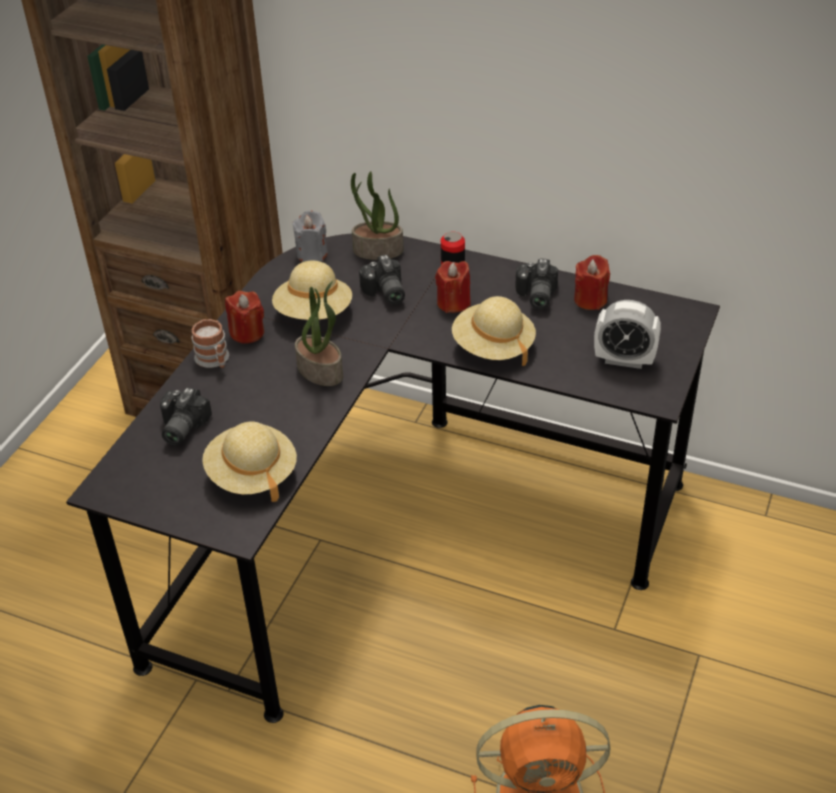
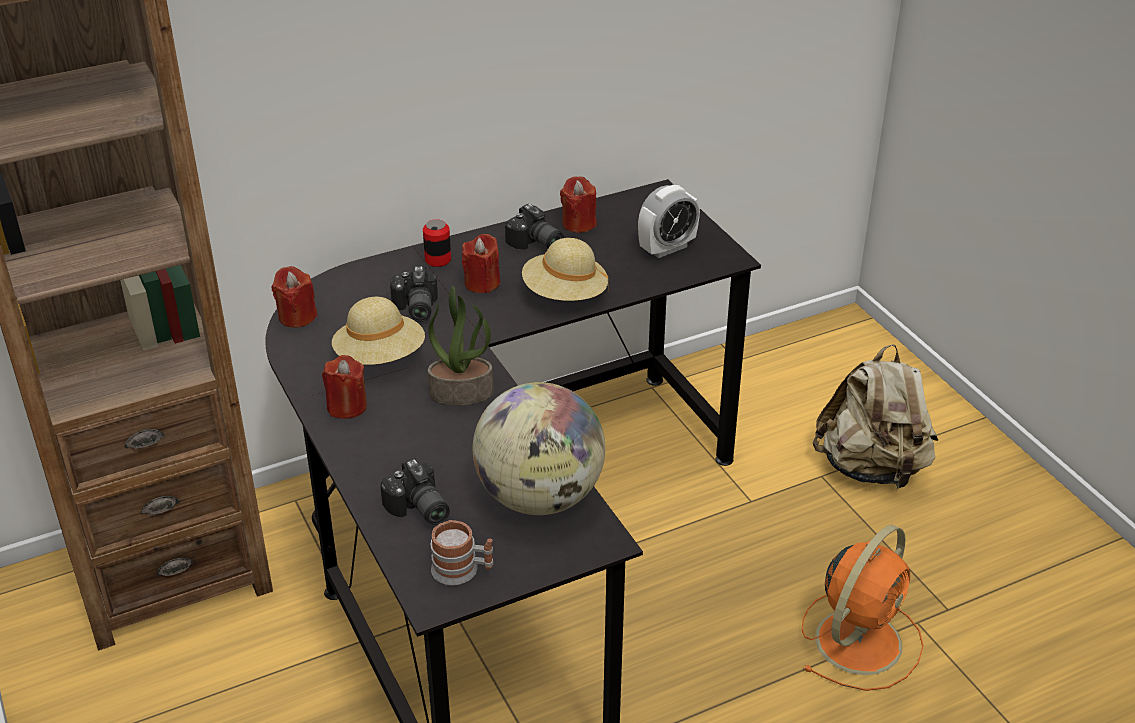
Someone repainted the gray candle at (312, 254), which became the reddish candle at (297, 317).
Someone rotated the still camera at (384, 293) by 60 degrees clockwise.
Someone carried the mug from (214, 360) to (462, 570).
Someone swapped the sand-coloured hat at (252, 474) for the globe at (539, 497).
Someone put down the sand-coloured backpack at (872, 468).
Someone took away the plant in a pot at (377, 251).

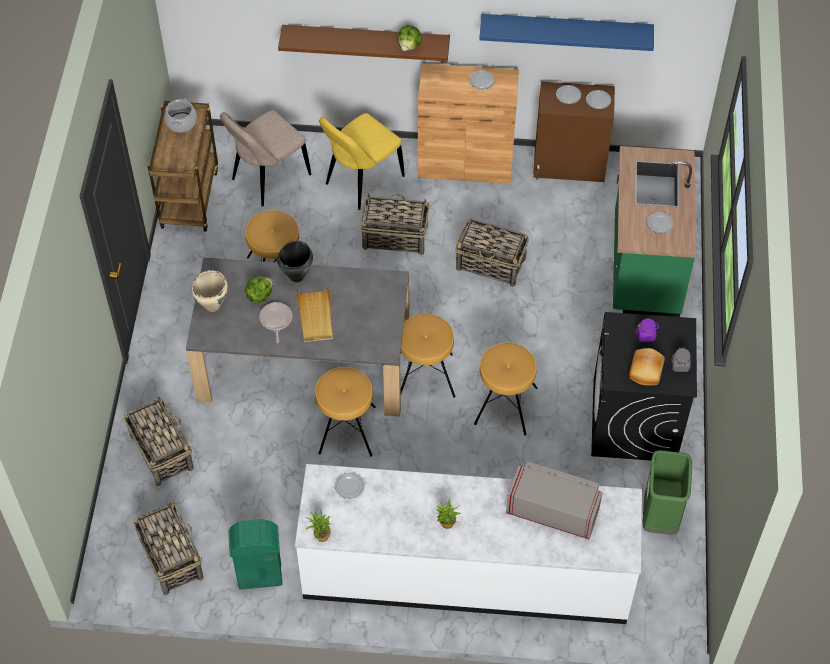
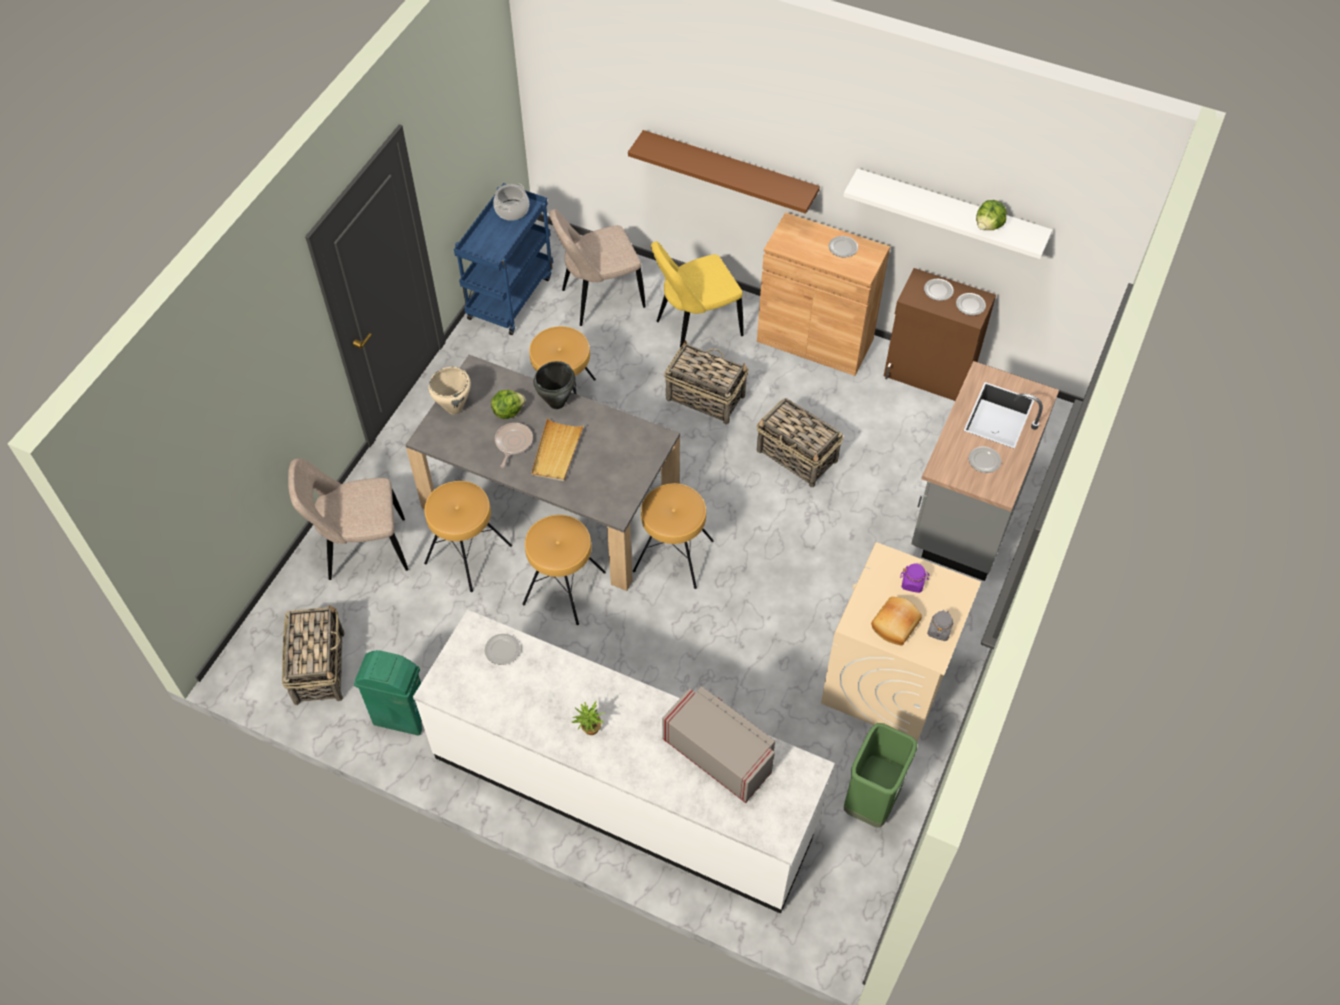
Someone swapped the basket at (161, 452) for the sand-coloured upright chair at (362, 550).
Someone carried the brown sitting stool from (505, 405) to (467, 554).
Someone repainted the brown wheeled cart at (189, 197), which became the blue wheeled cart at (510, 296).
Someone repainted the blackish laundry machine at (634, 421), which became the sand-coloured laundry machine at (887, 680).
Someone repainted the blue shelf at (566, 29), which became the whitish shelf at (950, 211).
Someone repainted the greenish counter at (643, 267), which became the gray counter at (967, 509).
Someone carried the head of lettuce from (409, 46) to (988, 226).
Someone took away the plant in a pot at (320, 535).

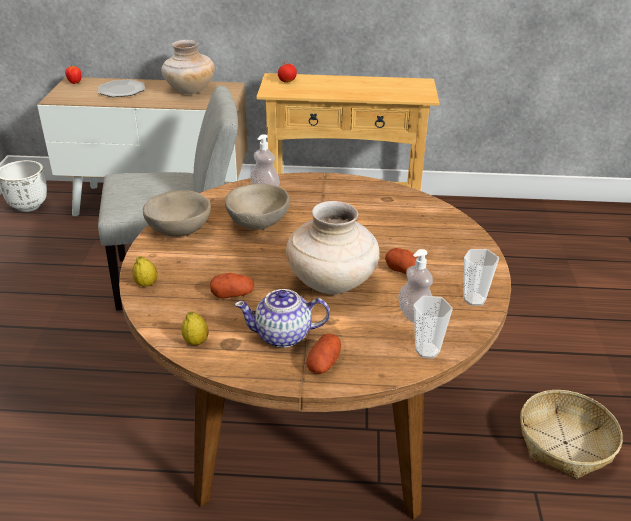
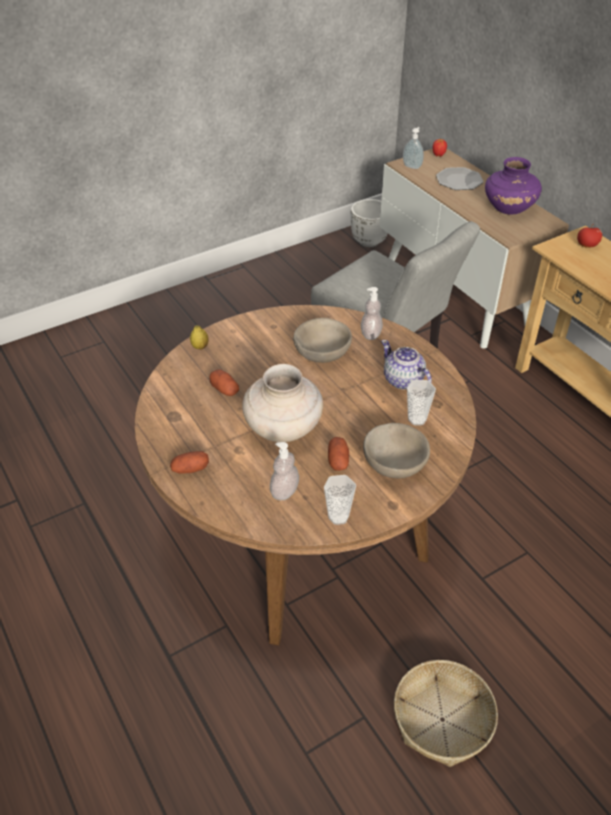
Someone carried the sand-coloured serving bowl from (180, 230) to (395, 465).
Someone carried the tea pot from (283, 335) to (403, 380).
Someone put down the liquid soap bottle at (412, 166).
Someone carried the small cup from (427, 350) to (417, 419).
Someone repainted the sand-coloured flower vase at (189, 90), which became the purple-coloured flower vase at (508, 209).
Someone took away the citrus fruit at (196, 341).

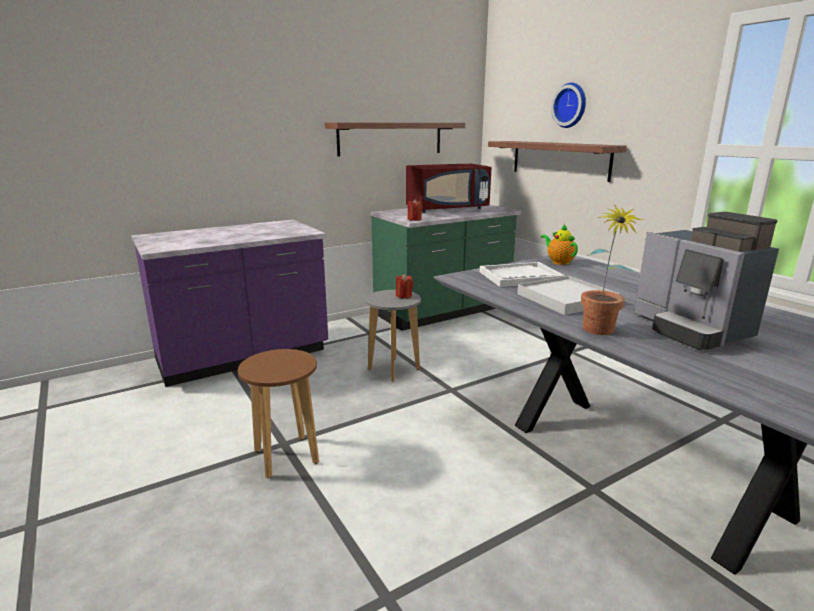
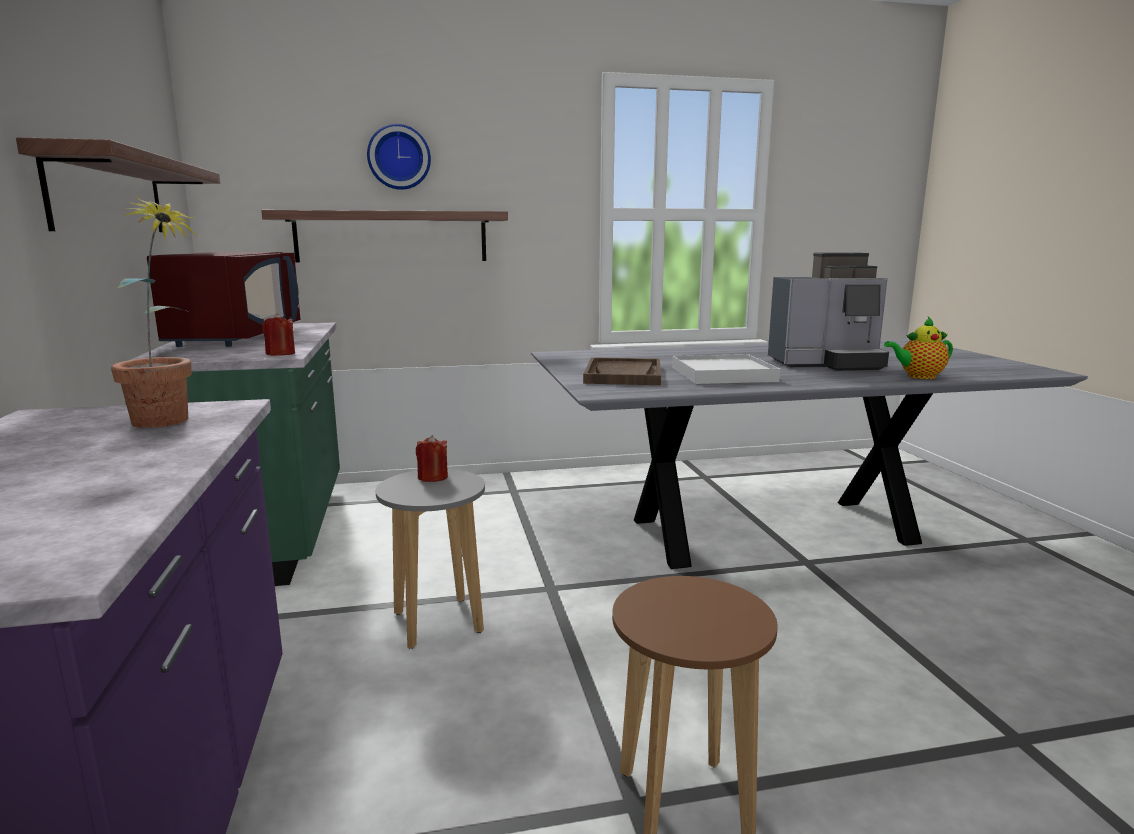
Someone carried the plant in a pot from (599, 333) to (169, 423).
Someone repainted the whitish serving tray at (520, 277), which became the brown serving tray at (623, 375).
Someone carried the tea pot from (558, 262) to (918, 376).

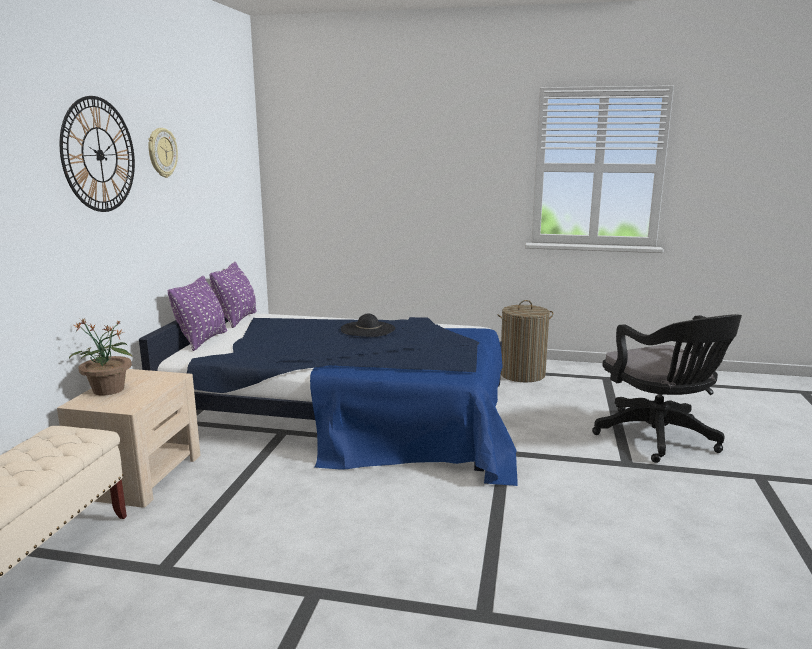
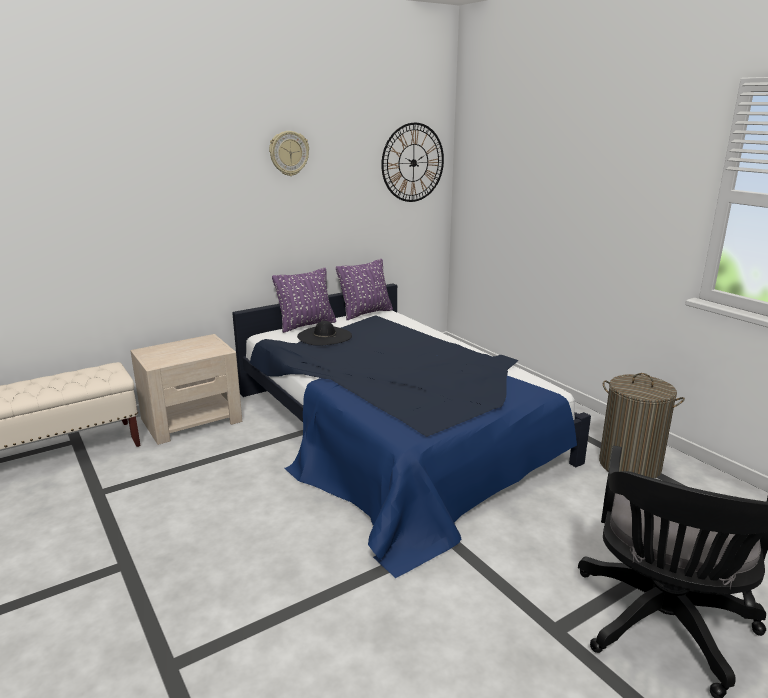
Someone carried the blackish hat from (367, 329) to (324, 336).
Someone carried the wall clock from (99, 155) to (413, 163).
Someone took away the plant in a pot at (108, 390).

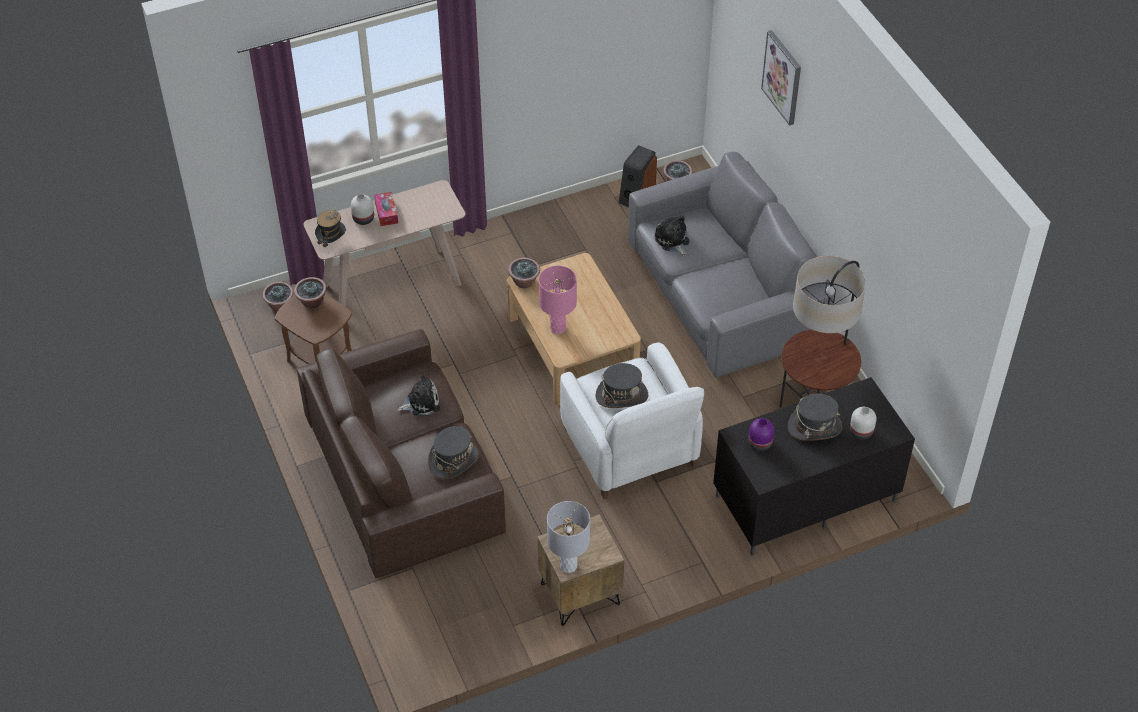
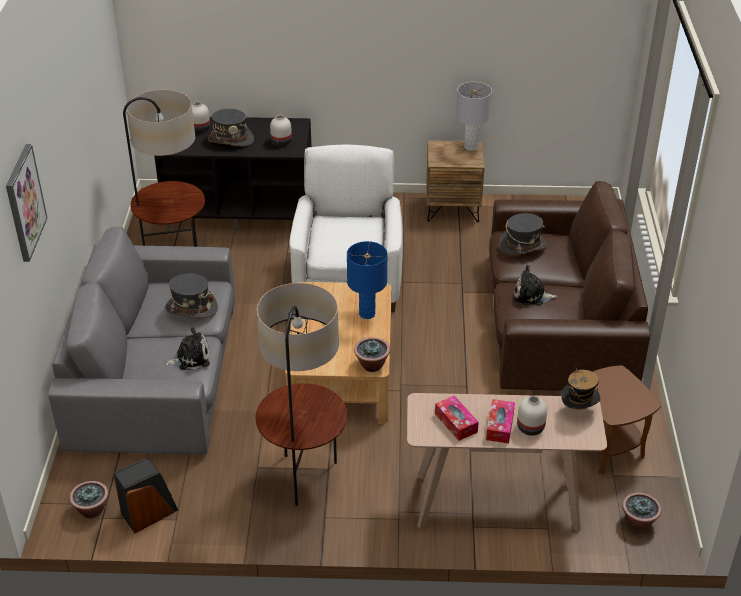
Someone rotated the soft toy at (672, 241) by 105 degrees counterclockwise.
Someone carried the gray hat from (621, 395) to (191, 308).
Someone put down the floor lamp at (304, 478).
Someone repainted the purple-coloured flower vase at (760, 443), which became the whitish flower vase at (281, 142).
Someone repainted the pink-coloured tabletop lamp at (558, 328), which became the blue tabletop lamp at (367, 313).
Someone put down the tissue box at (456, 423).
Someone took away the plant in a pot at (312, 302).

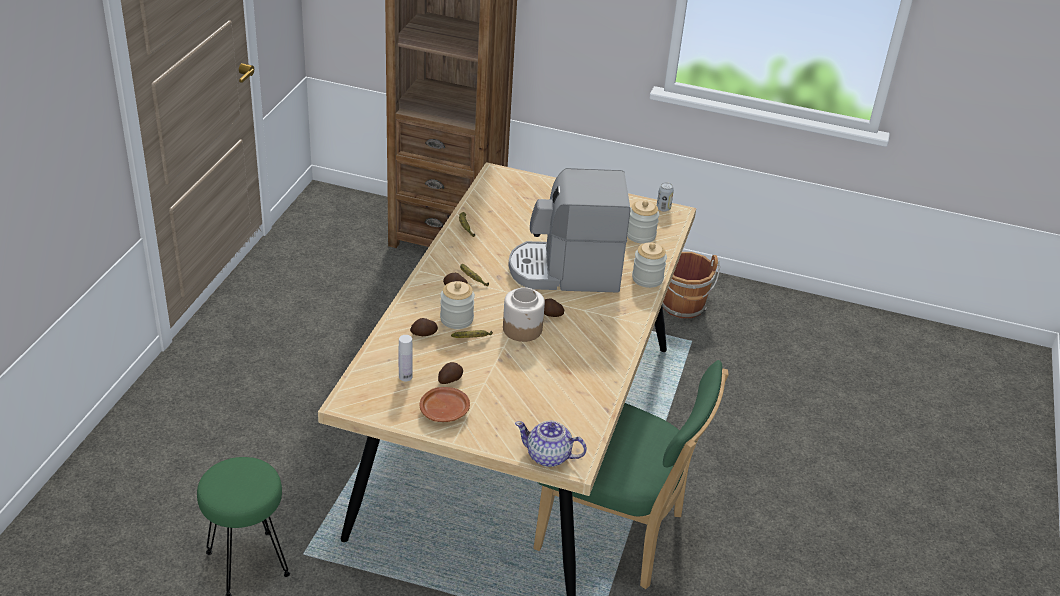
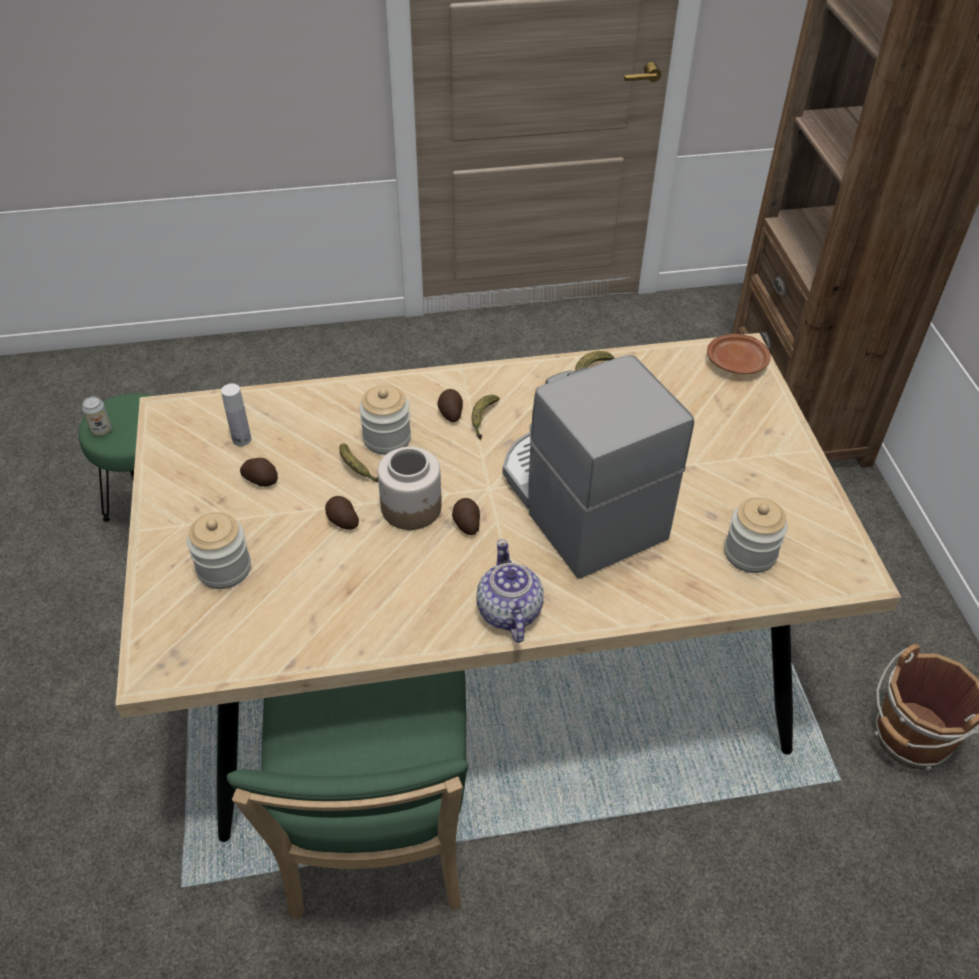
Someone carried the sealed can from (663, 208) to (101, 430).
Someone carried the jar from (647, 278) to (224, 569).
Someone carried the potato from (424, 334) to (342, 520).
Someone carried the tea pot from (549, 456) to (508, 612).
Someone carried the brown flat dish from (444, 411) to (737, 363).

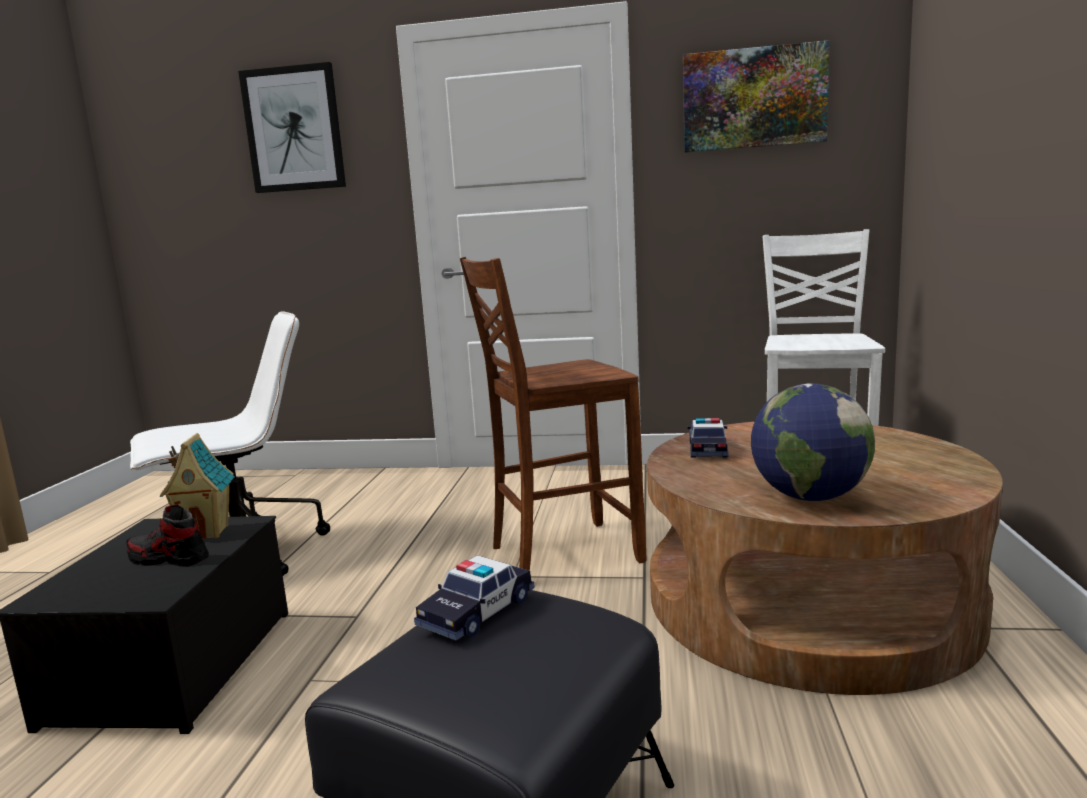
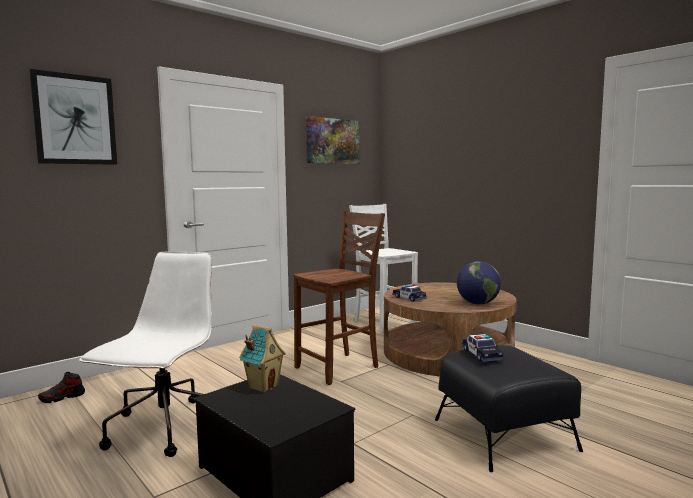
Someone carried the item of footwear from (168, 559) to (62, 397).
Someone rotated the brown upright chair at (561, 553) by 150 degrees counterclockwise.

